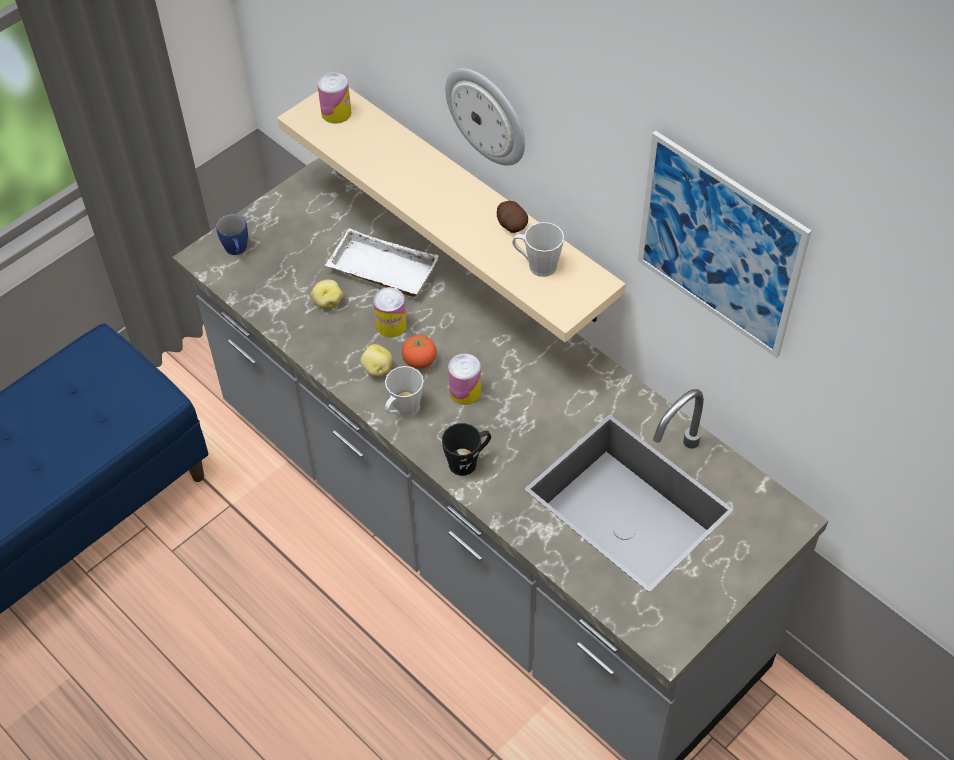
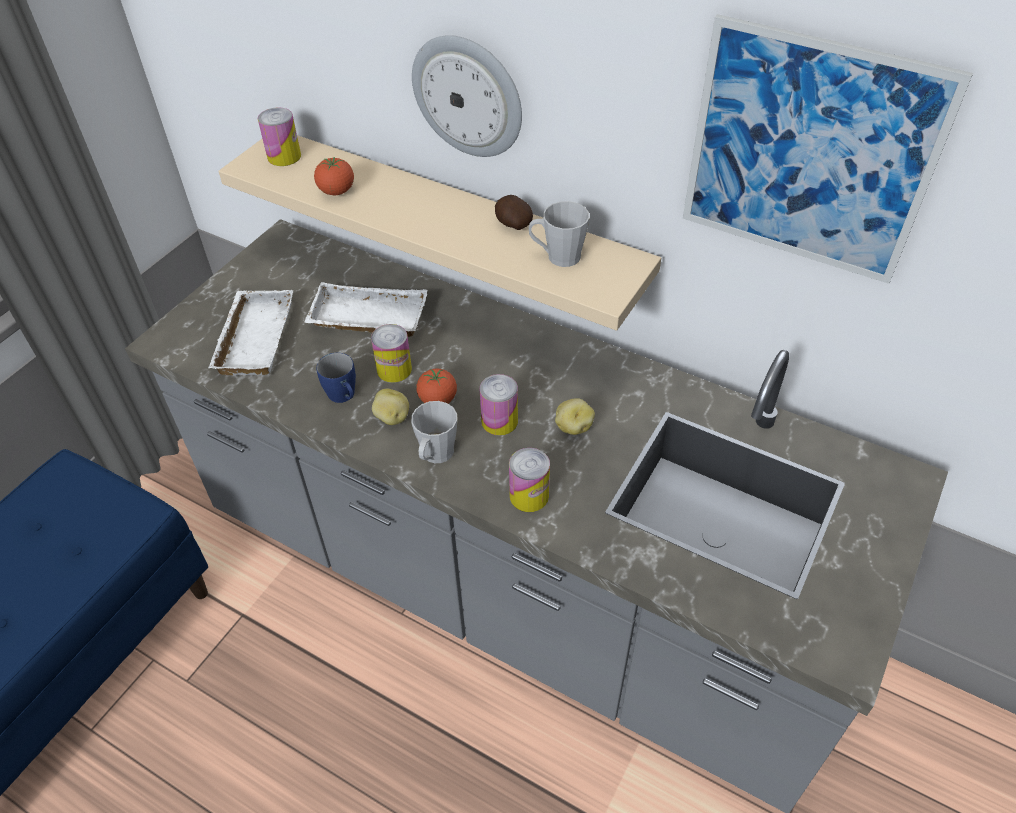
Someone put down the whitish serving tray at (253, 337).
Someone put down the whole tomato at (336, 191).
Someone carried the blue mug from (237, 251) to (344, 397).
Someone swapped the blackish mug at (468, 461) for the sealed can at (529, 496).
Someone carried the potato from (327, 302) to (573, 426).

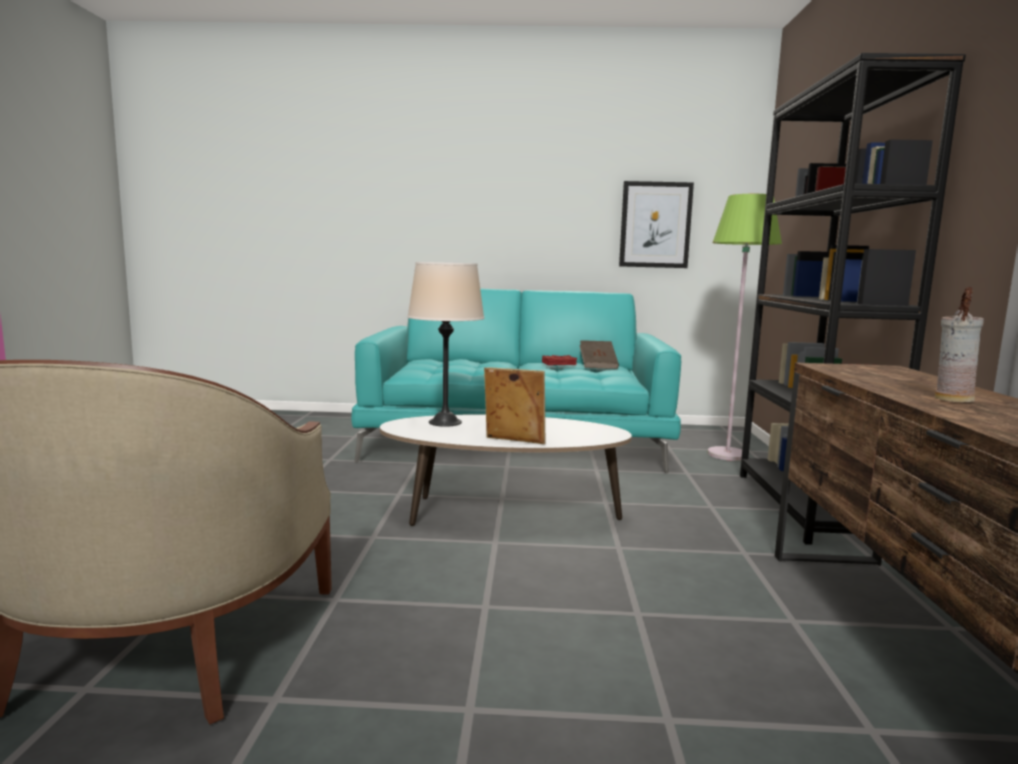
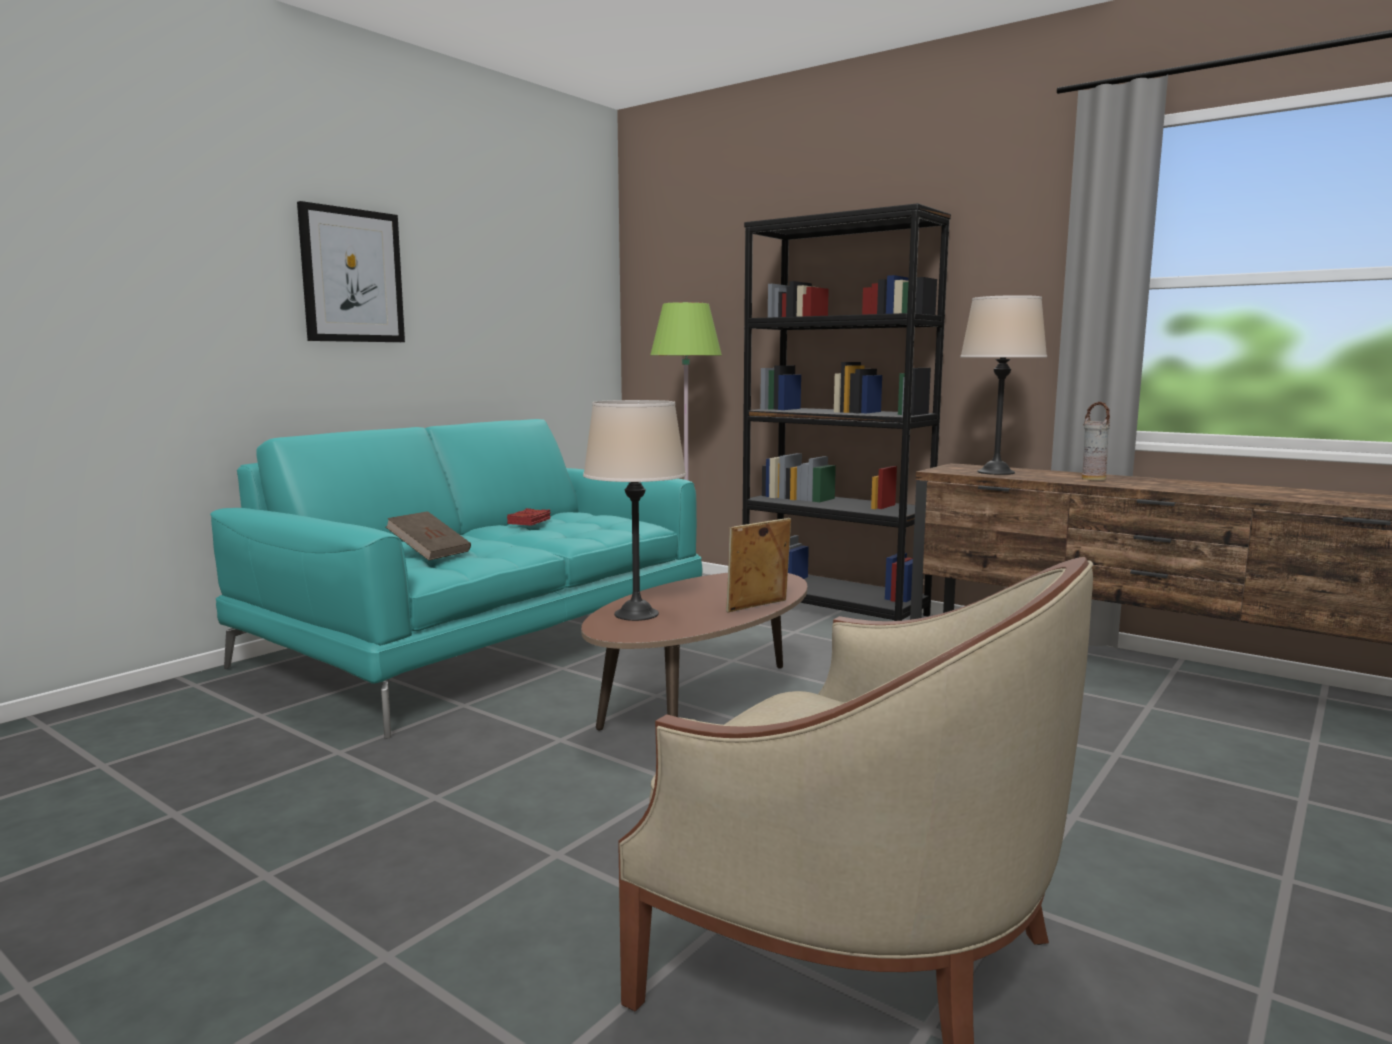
Someone carried the picture from (655, 225) to (352, 276).
Someone carried the brown bound book from (598, 365) to (429, 552).
Someone repainted the whitish low table at (502, 515), which became the brown low table at (703, 706).
Someone put down the sand-coloured tabletop lamp at (996, 472).

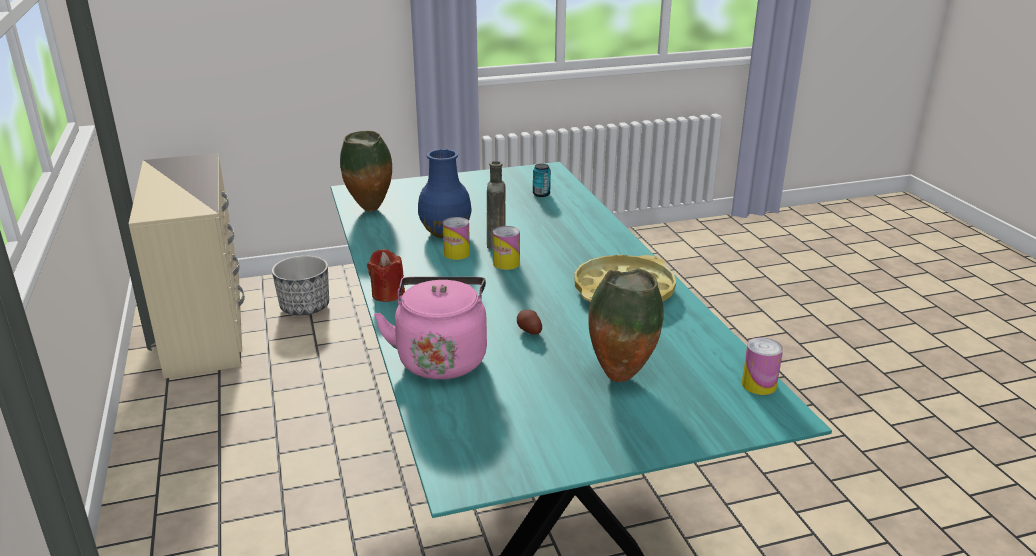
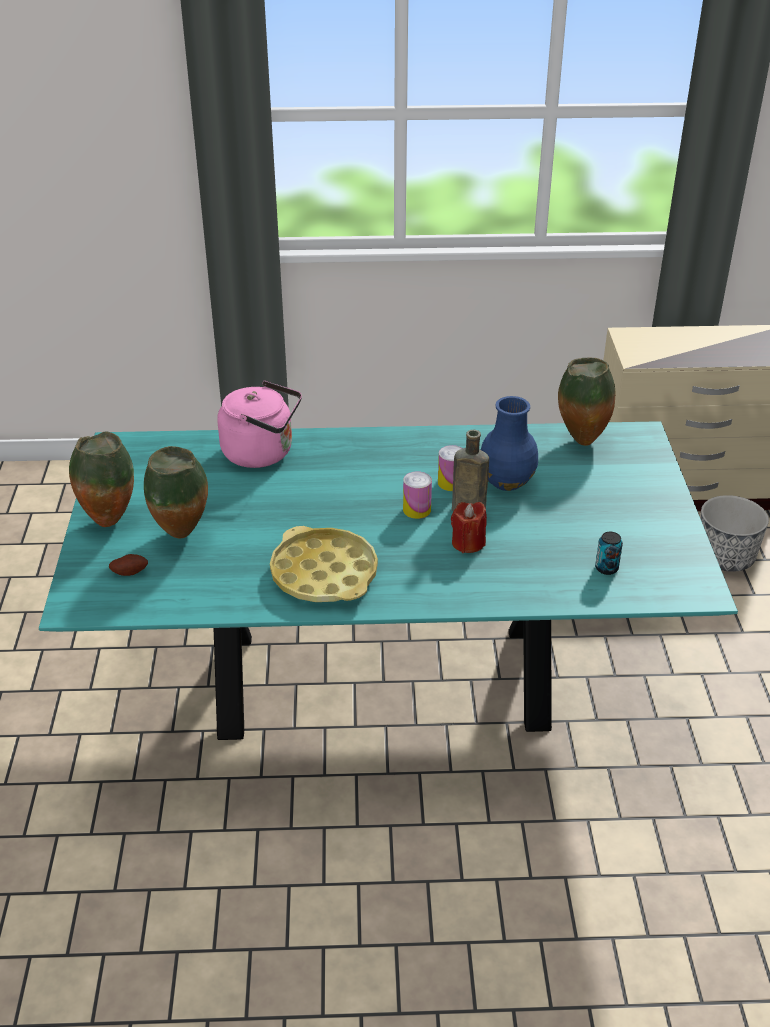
Someone put down the flower vase at (109, 520).
Someone carried the potato from (528, 331) to (130, 572).
Someone carried the reddish candle from (387, 294) to (468, 543).
Someone took away the sealed can at (759, 385).

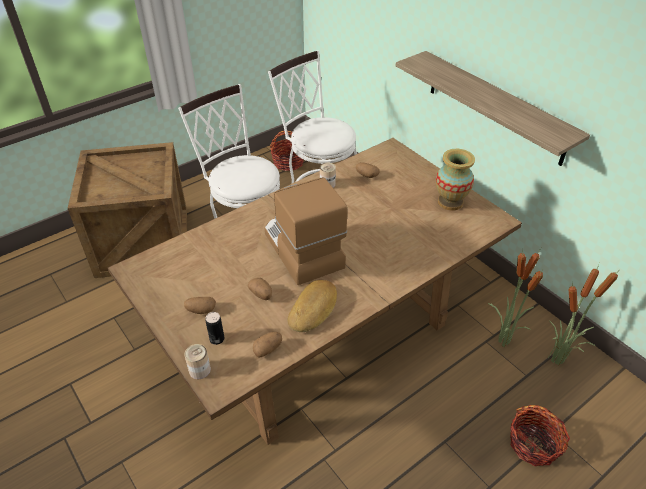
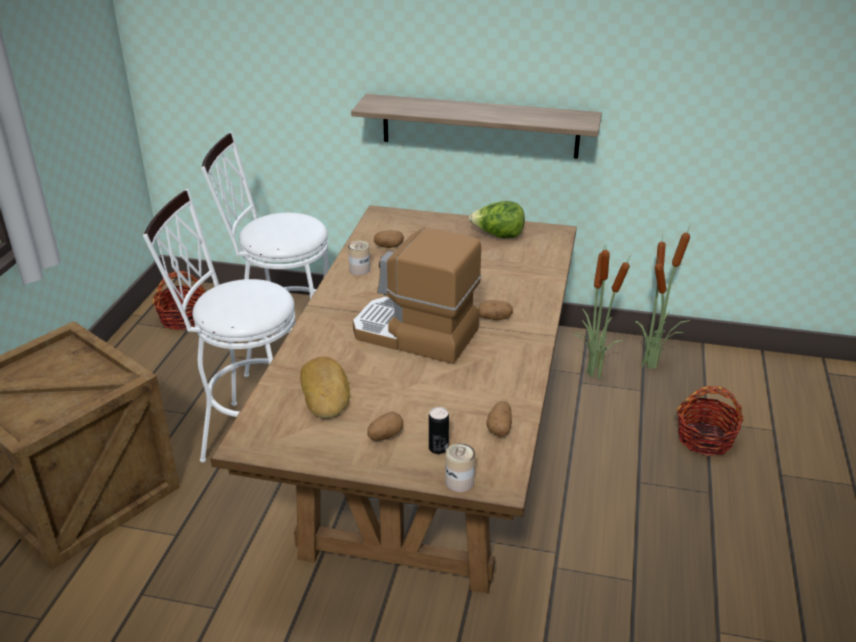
Someone carried the bread from (314, 309) to (326, 392).
Someone swapped the flower vase at (450, 202) for the head of lettuce at (498, 236).
Someone carried the potato from (261, 294) to (494, 318).

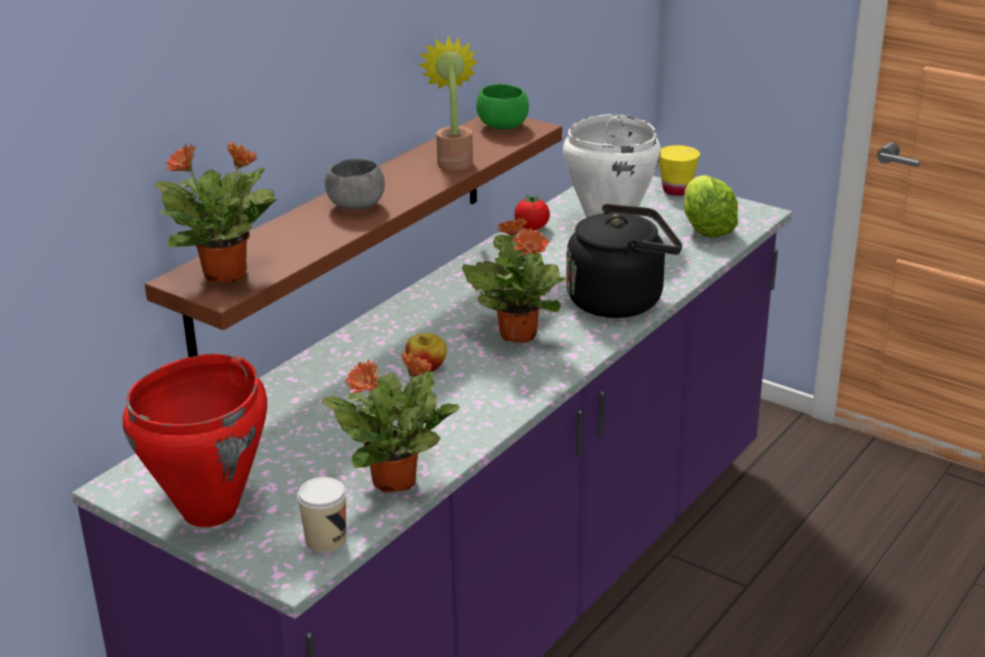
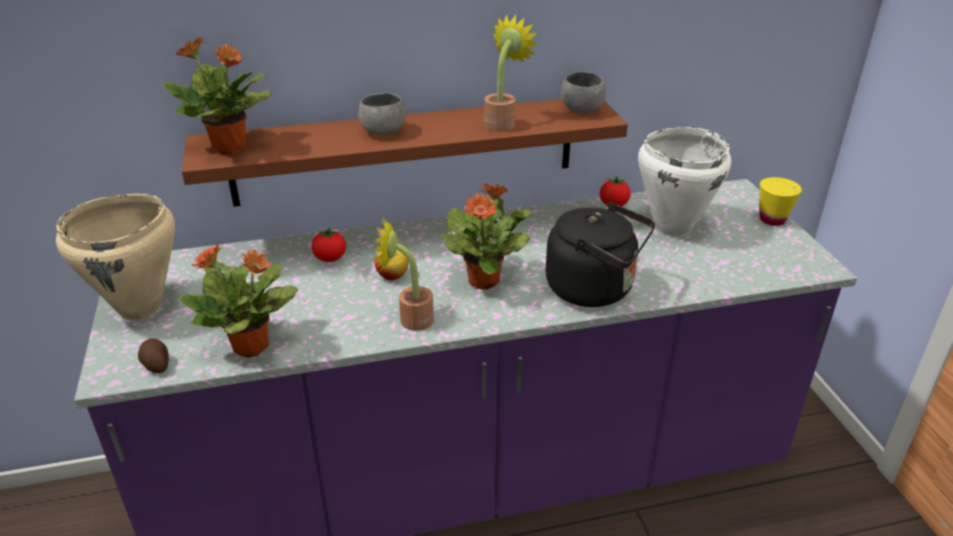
Someone repainted the reddish cooking pot at (211, 511), which became the sand-coloured cooking pot at (140, 308).
Someone swapped the small cup at (325, 540) for the potato at (156, 364).
Someone put down the whole tomato at (330, 259).
Someone put down the plant in a pot at (409, 319).
Someone repainted the greenish serving bowl at (502, 126), which became the gray serving bowl at (581, 110).
Someone took away the head of lettuce at (705, 228).

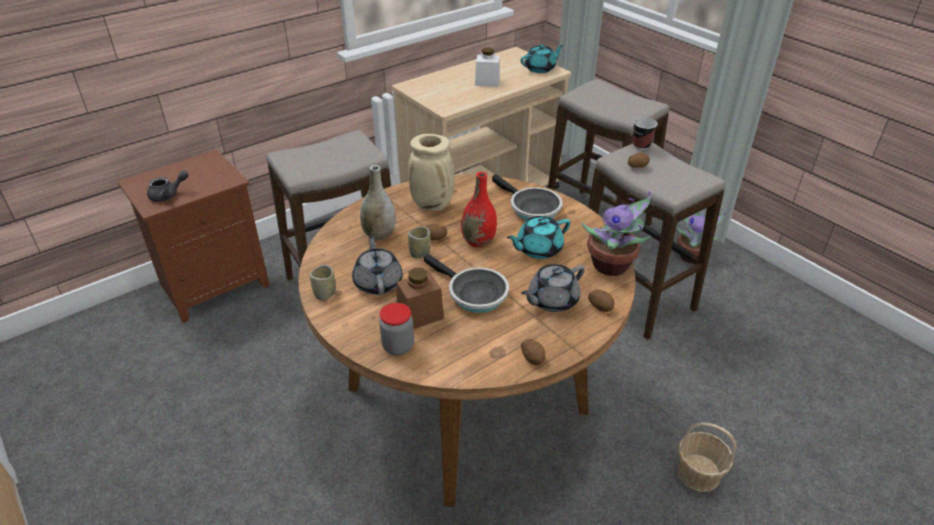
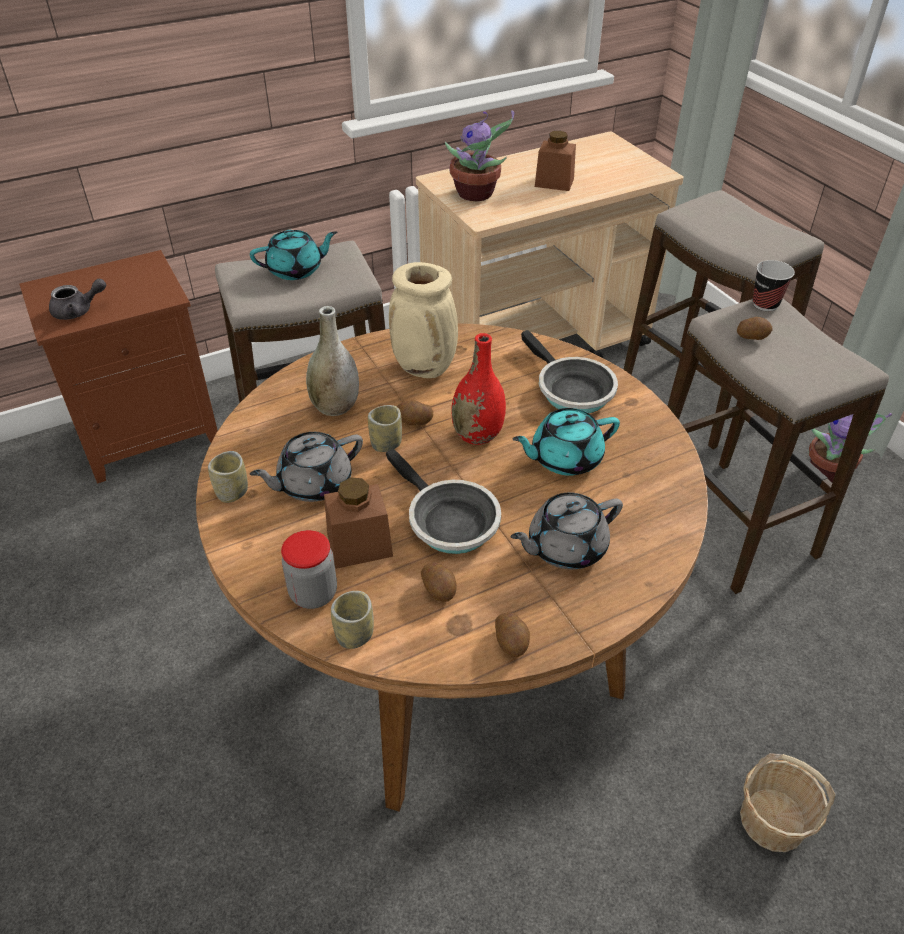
Someone carried the turquoise-coloured tea pot from (540, 69) to (296, 270).
Someone rotated the gray tea pot at (378, 282) by 120 degrees counterclockwise.
Someone put down the small cup at (354, 635).
Someone carried the potato from (600, 306) to (439, 590).
Someone carried the plant in a pot from (612, 266) to (477, 194).
Someone repainted the whitish jar at (487, 82), which became the brown jar at (554, 182).

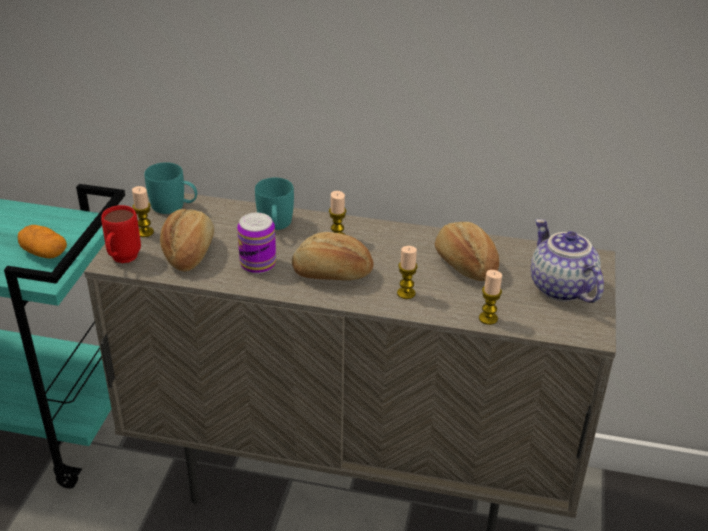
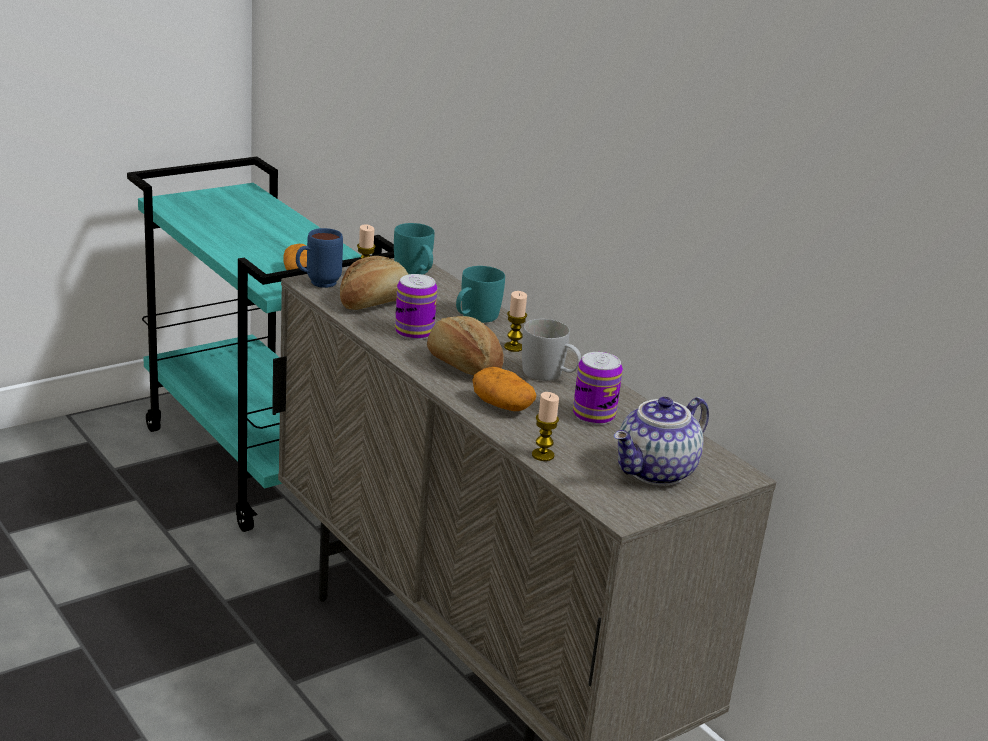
Someone repainted the reddish mug at (122, 260), which became the blue mug at (317, 284).
Someone swapped the candle at (406, 293) for the potato at (501, 406).
Someone put down the whitish mug at (549, 375).
Someone swapped the bread at (464, 265) for the sealed can at (593, 415).
Someone rotated the tea pot at (559, 288) by 150 degrees counterclockwise.

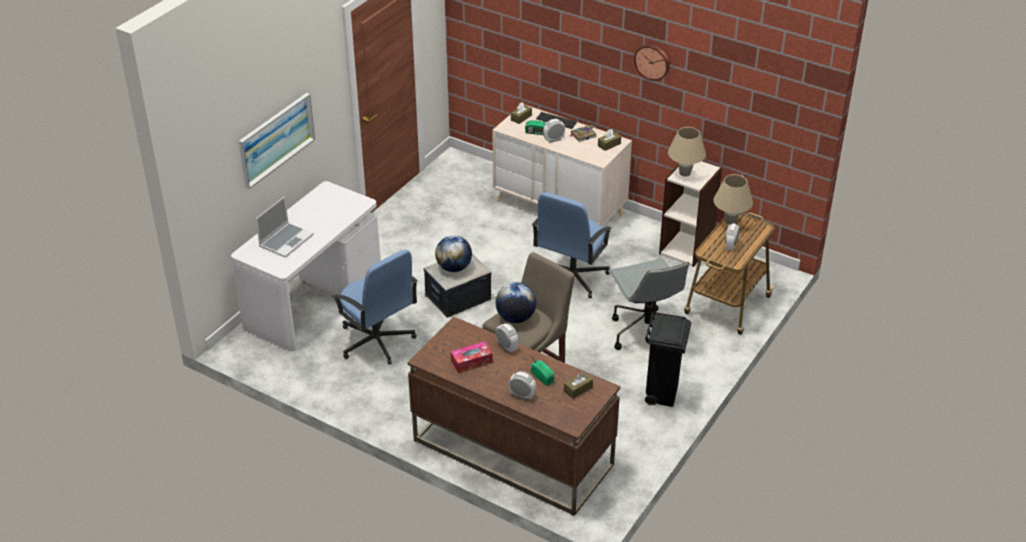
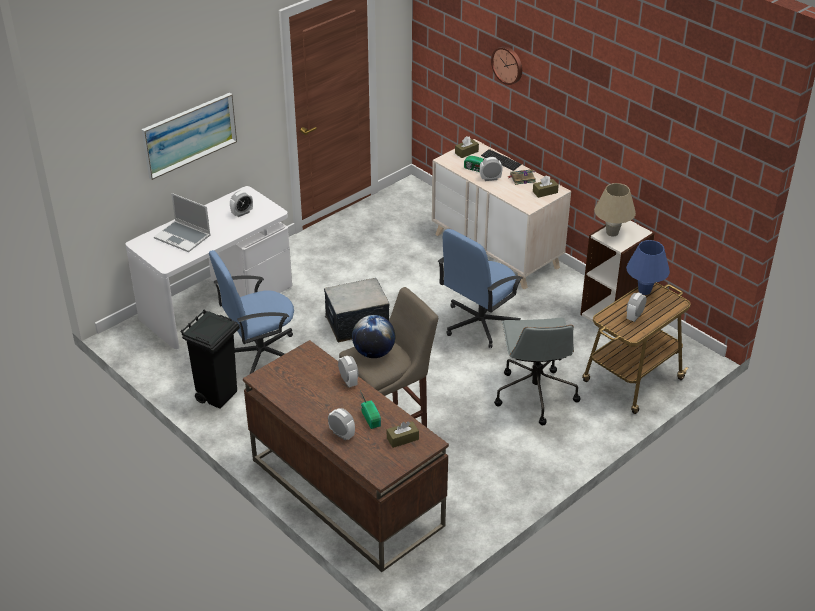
Someone rotated the laptop at (286, 240) by 75 degrees clockwise.
Someone carried the blackish rubbish bin from (662, 395) to (218, 395).
Someone rotated the blue office chair at (376, 341) by 90 degrees clockwise.
Someone put down the alarm clock at (242, 213).
Someone carried the wall clock from (652, 61) to (508, 64).
Someone repainted the sand-coloured tabletop lamp at (730, 221), which became the blue tabletop lamp at (644, 291).
Someone took away the globe at (454, 268).
Someone took away the tissue box at (471, 361).

